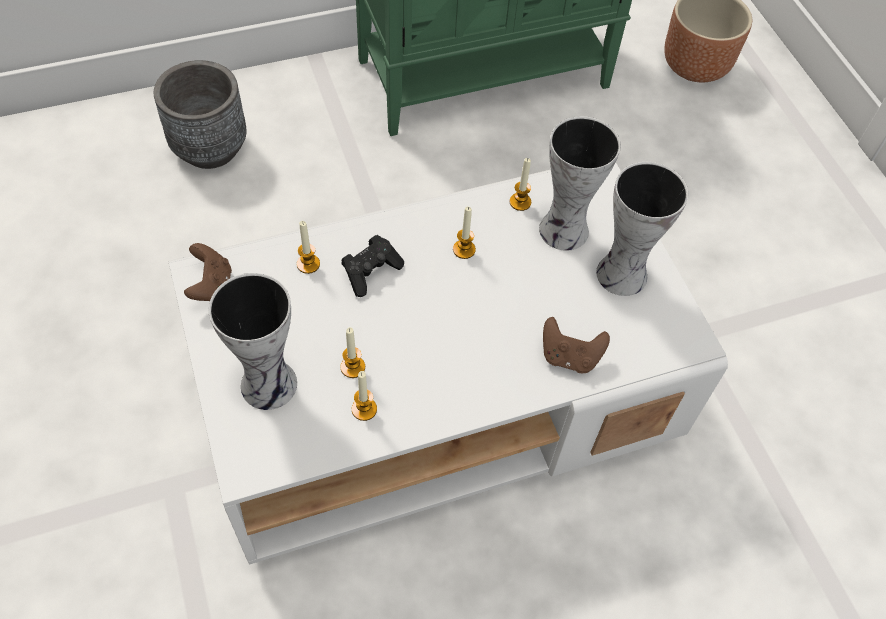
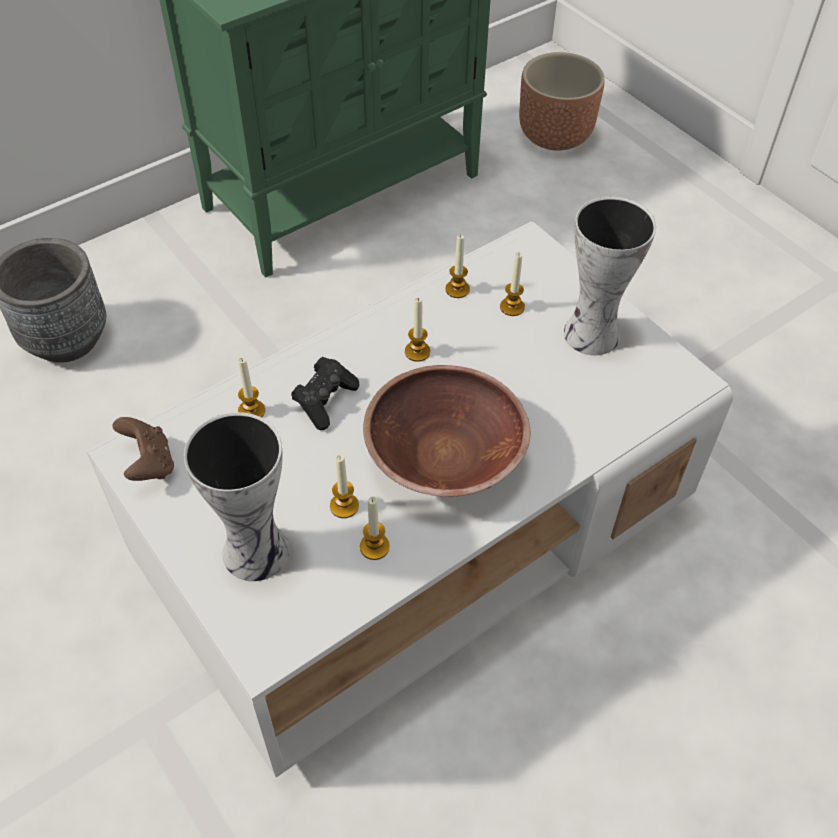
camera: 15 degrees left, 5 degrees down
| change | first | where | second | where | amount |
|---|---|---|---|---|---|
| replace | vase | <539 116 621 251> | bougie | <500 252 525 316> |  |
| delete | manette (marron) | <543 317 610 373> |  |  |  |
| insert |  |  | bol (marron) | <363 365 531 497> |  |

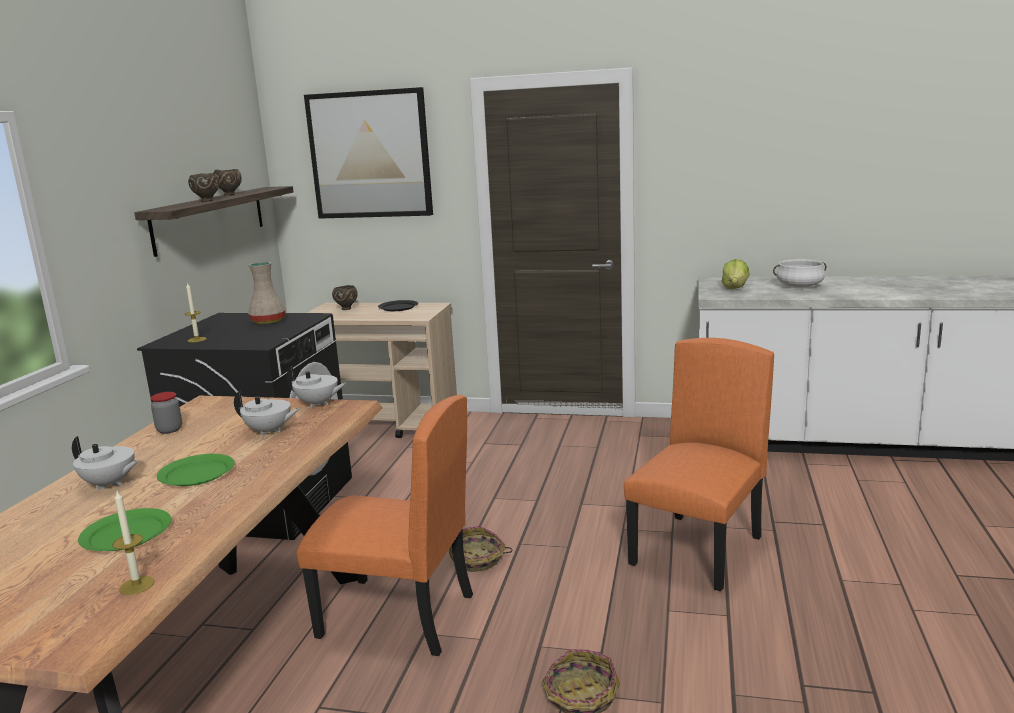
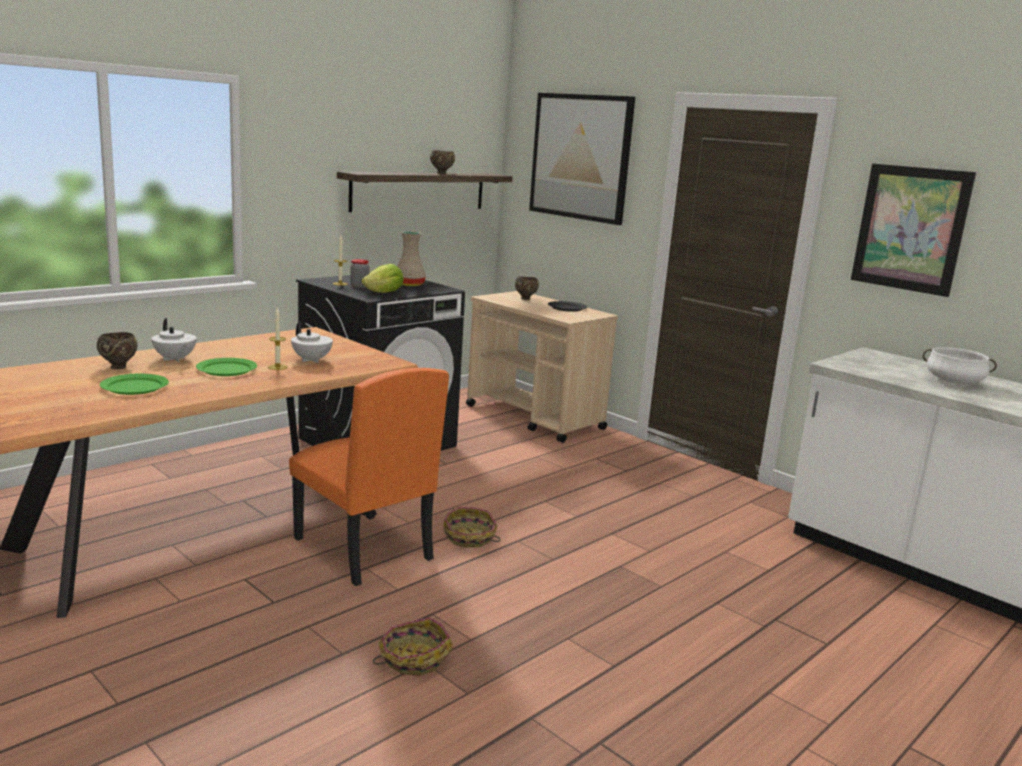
camera: 30 degrees right, 0 degrees up
| change | first | where | second | where | amount |
|---|---|---|---|---|---|
| move | bougie | <112 491 155 595> |  | <268 307 288 370> |  |
| move | bocal | <150 392 182 434> |  | <350 259 369 288> |  |
| move | bol (marron) | <188 173 220 202> |  | <97 332 138 369> |  |
| delete | théière (blanc) | <286 366 347 408> |  |  |  |
| delete | chaise (orange) | <624 338 774 591> |  |  |  |
| move | laitue | <721 259 750 289> |  | <362 264 404 293> |  |
| insert |  |  | tableau | <851 164 976 297> |  |

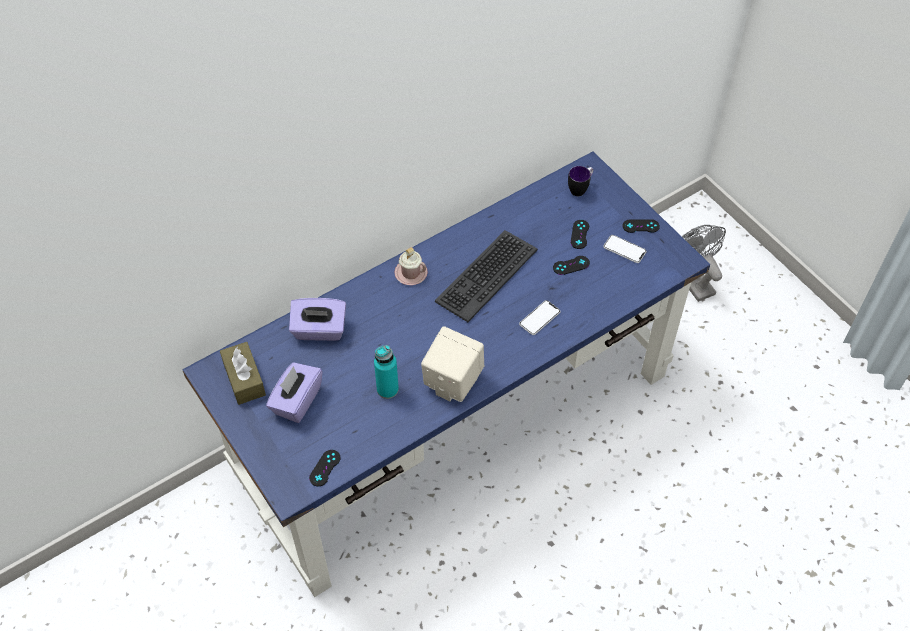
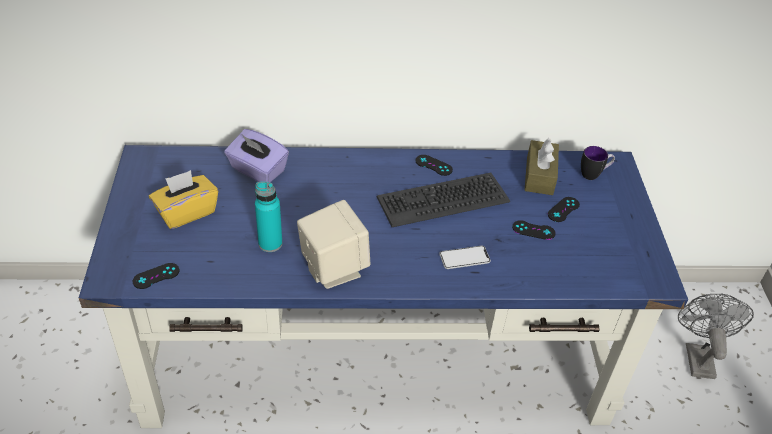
camera: 30 degrees right, 10 degrees down
| change | first | where | second | where | amount |
|---|---|---|---|---|---|
| move | boîte à mouchoirs (marron) | <220 342 266 405> |  | <524 138 559 195> |  |
| recolor | boîte à mouchoirs (violet) | <266 362 323 423> | boîte à mouchoirs (jaune) | <149 170 218 229> |  |
| delete | mug (rose) | <395 247 428 285> |  |  |  |
| delete | téléphone | <603 235 647 263> |  |  |  |
| move | manette (noir) | <622 219 660 233> |  | <415 155 453 176> |  |

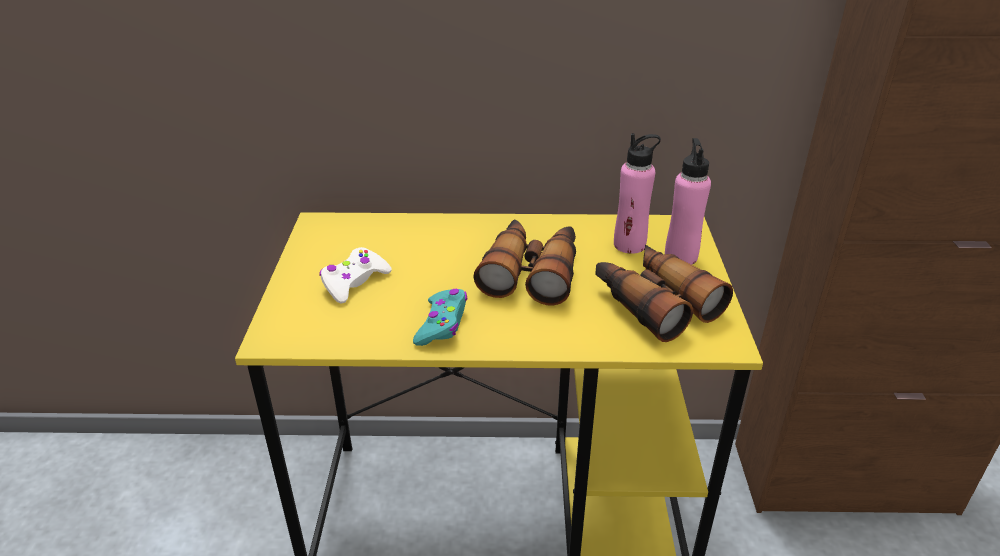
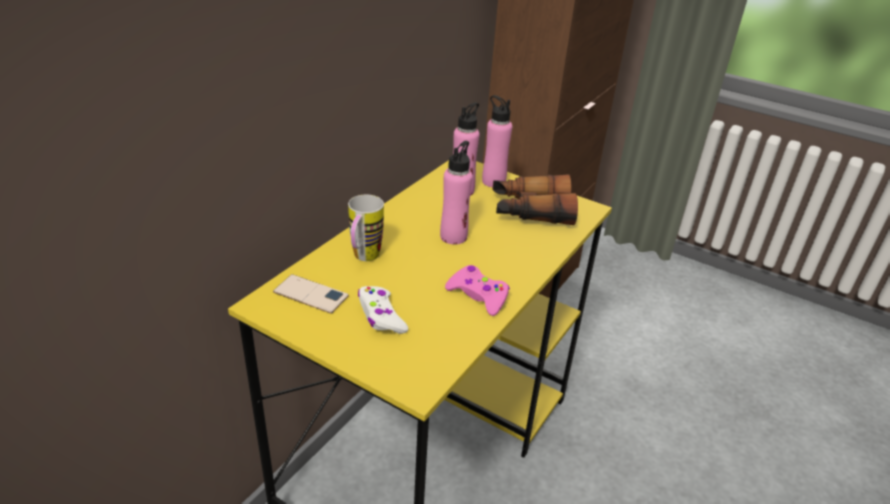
camera: 60 degrees left, 0 degrees up
| change | first | where | second | where | amount |
|---|---|---|---|---|---|
| recolor | manette (turquoise) | <413 289 467 346> | manette (rose) | <445 265 510 316> |  |
| replace | jumelles | <473 219 576 305> | bouteille (rose) | <440 141 473 244> |  |
| insert |  |  | téléphone | <273 274 349 313> |  |
| insert |  |  | mug | <348 195 384 261> |  |

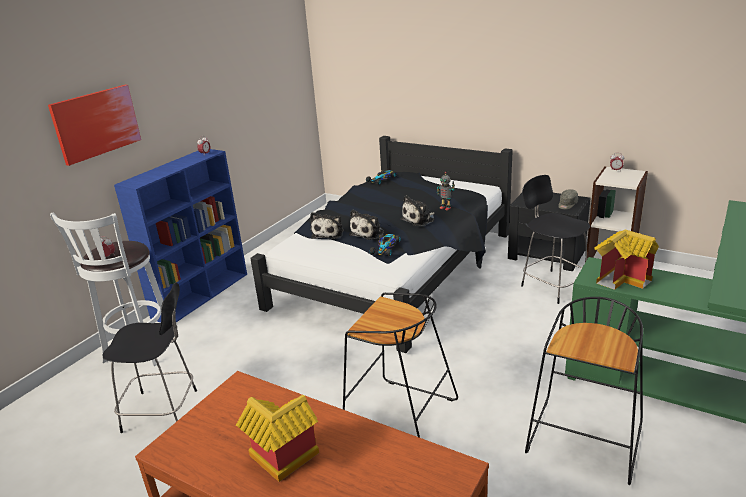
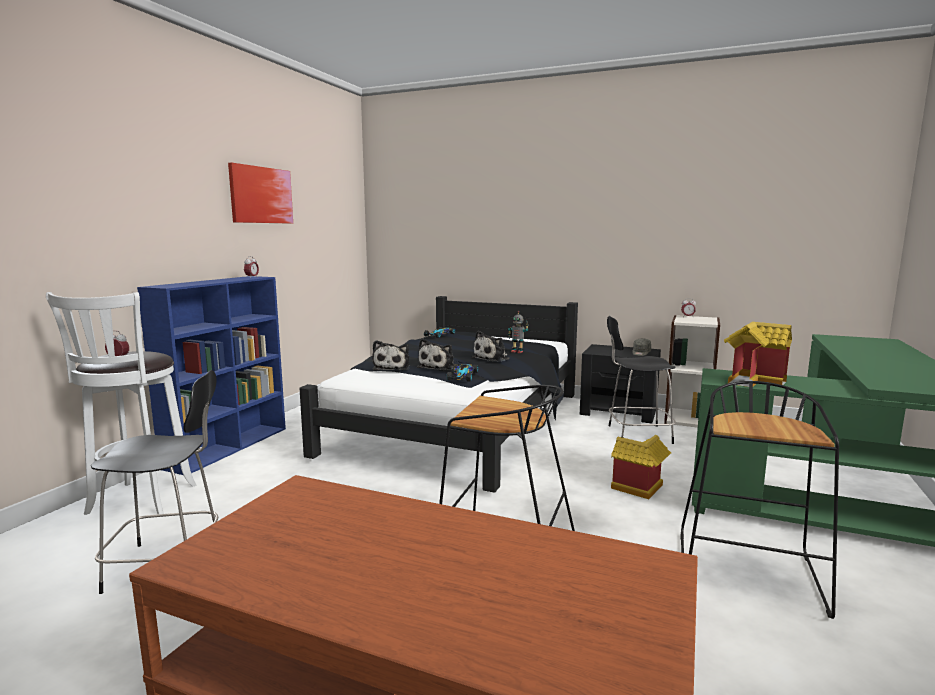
camera: 10 degrees left, 15 degrees down
| change | first | where | second | where | amount |
|---|---|---|---|---|---|
| move | tableau | <48 85 141 166> |  | <228 162 293 224> |  |
| move | maison miniature | <236 395 319 482> |  | <611 435 671 499> |  |
| rotate | chaise (noir) | <521 175 590 304> |  | <607 316 676 444> | 45 degrees counterclockwise |

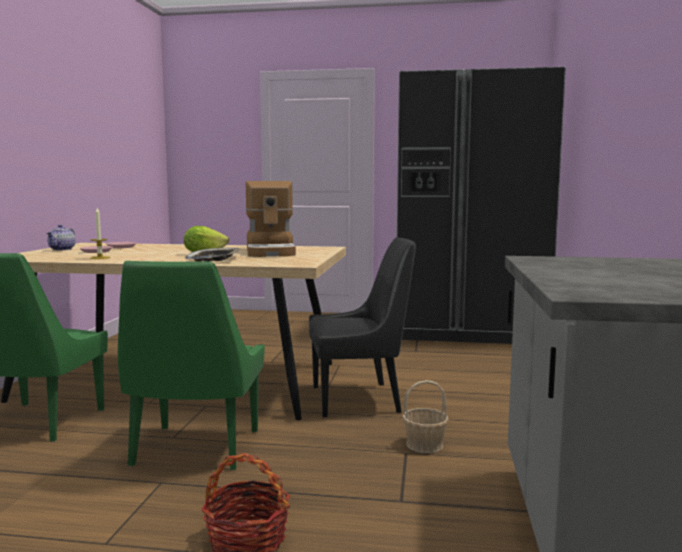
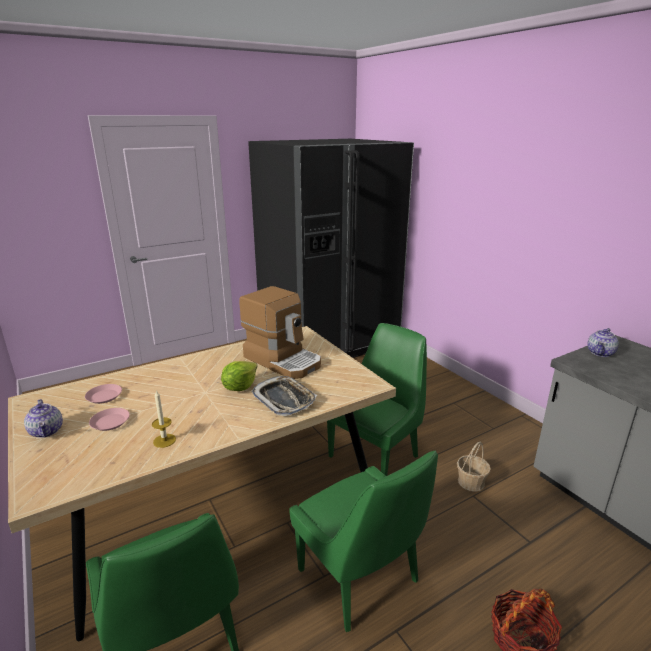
camera: 40 degrees left, 15 degrees up
| change | first | where | second | where | amount |
|---|---|---|---|---|---|
| recolor | chaise (noir) | <309 237 416 417> | chaise (vert) | <327 323 427 476> |  |
| insert |  |  | théière | <587 328 619 357> |  |

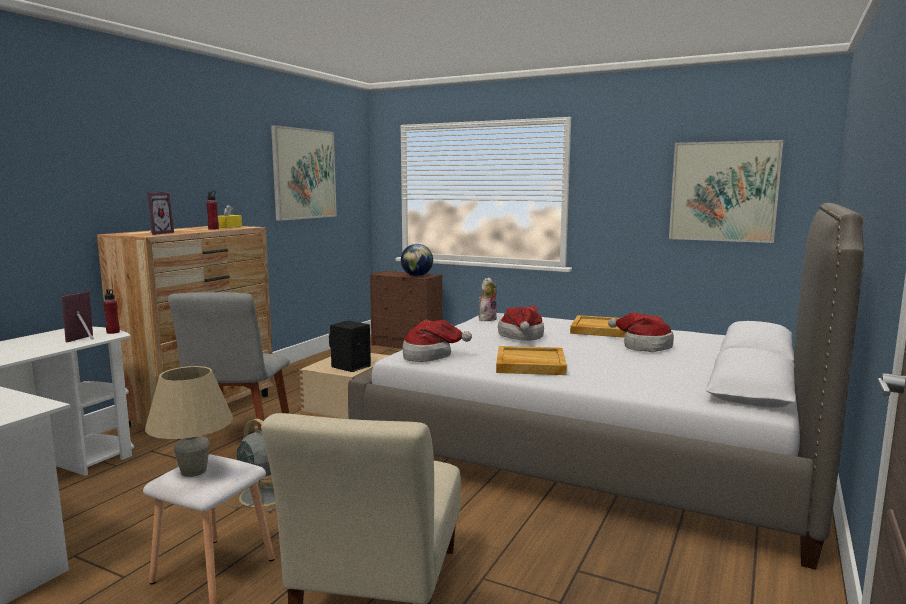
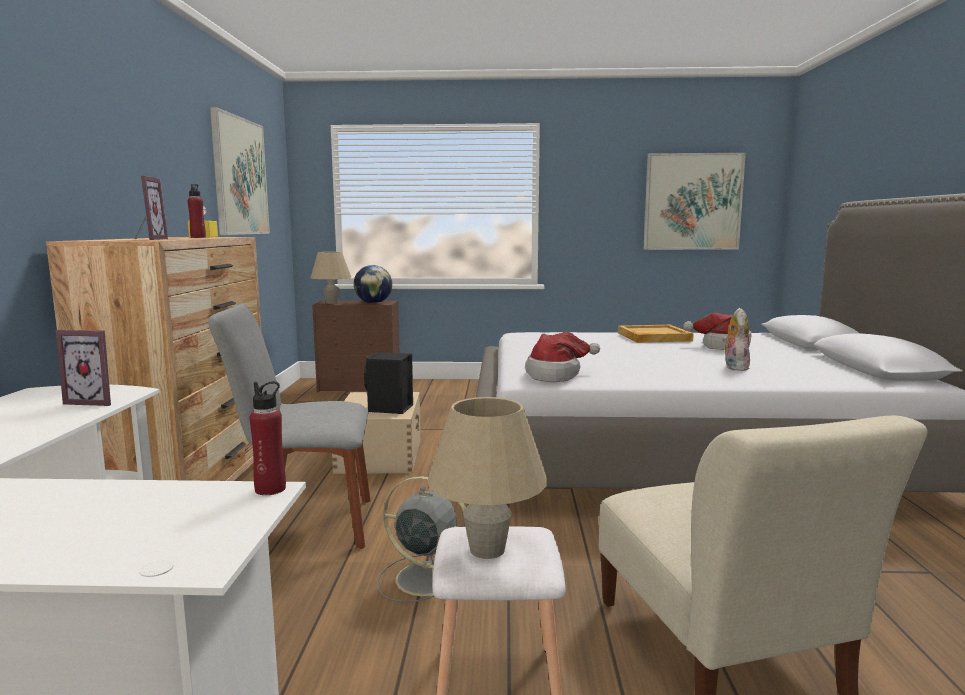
camera: 25 degrees left, 0 degrees up
| change | first | where | second | where | amount |
|---|---|---|---|---|---|
| rotate | cadre photo | <62 291 94 342> |  | <56 330 111 406> | 75 degrees counterclockwise |
| move | bouteille (rouge) | <103 289 120 334> |  | <250 381 286 495> |  |
| rotate | chaise (gris) | <168 292 290 431> |  | <208 304 371 549> | 105 degrees clockwise |
| move | peluche | <479 277 497 321> |  | <722 308 750 371> |  |
| delete | plateau (beige) | <496 346 567 375> |  |  |  |
| delete | chapeau | <498 306 544 341> |  |  |  |
| insert |  |  | lampe de table (beige) | <311 252 351 304> |  |

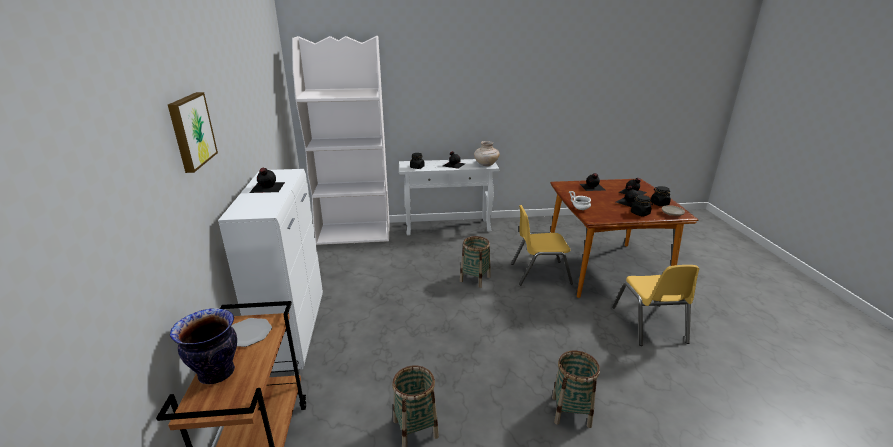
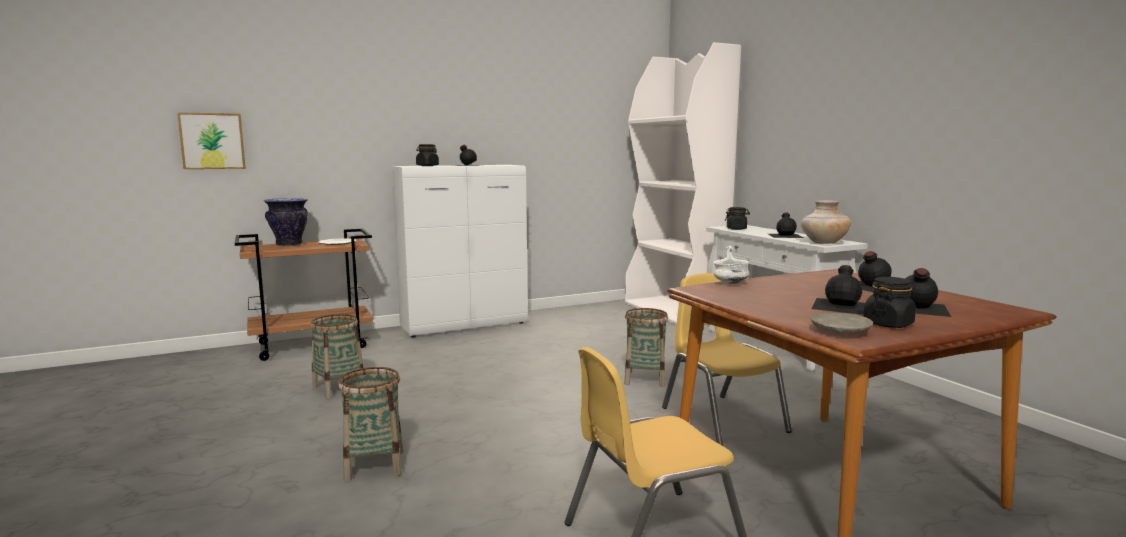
camera: 70 degrees right, 15 degrees down
| change | first | where | second | where | amount |
|---|---|---|---|---|---|
| move | tableau | <168 92 218 173> |  | <177 112 246 169> |  |
| move | bocal (noir) | <631 195 653 216> |  | <416 144 439 166> |  |

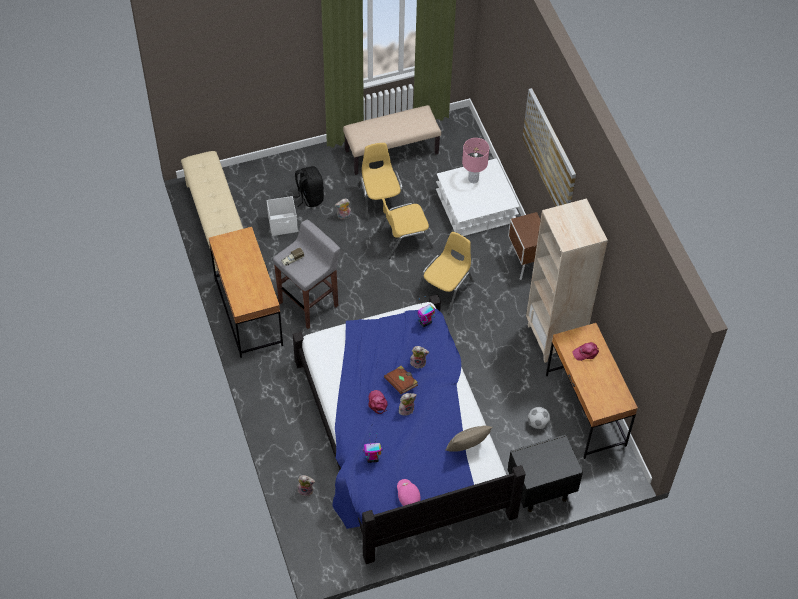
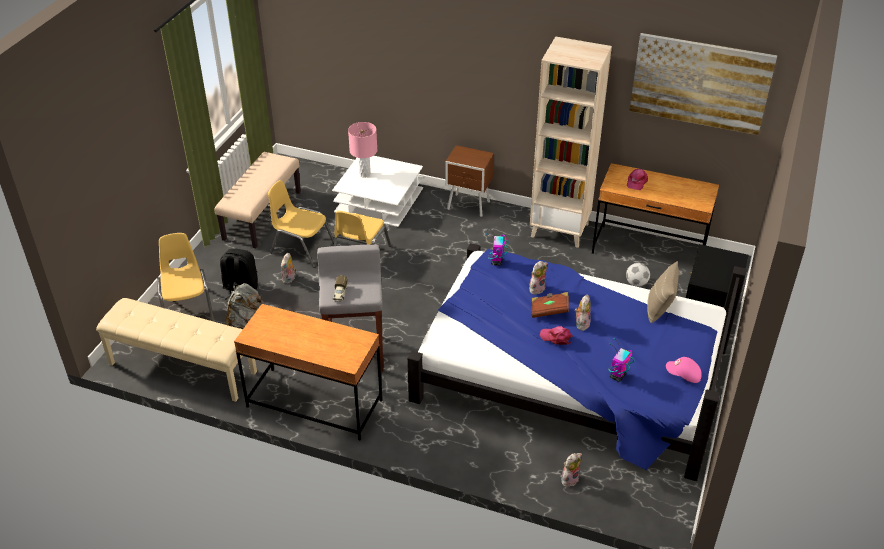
camera: 50 degrees left, 15 degrees down
| change | first | where | second | where | amount |
|---|---|---|---|---|---|
| replace | boîte de rangement (blanc) | <267 196 298 236> | sac à dos (gris) | <225 282 265 329> |  |
| move | chaise (jaune) | <417 232 474 314> |  | <157 233 215 322> |  |
| move | tableau | <522 88 576 206> |  | <629 33 777 135> |  |

